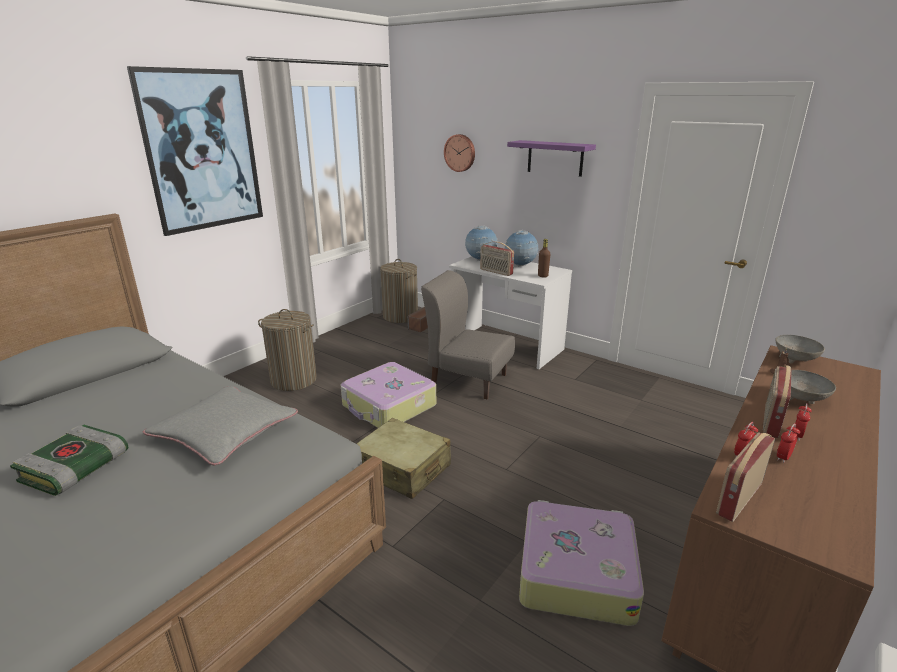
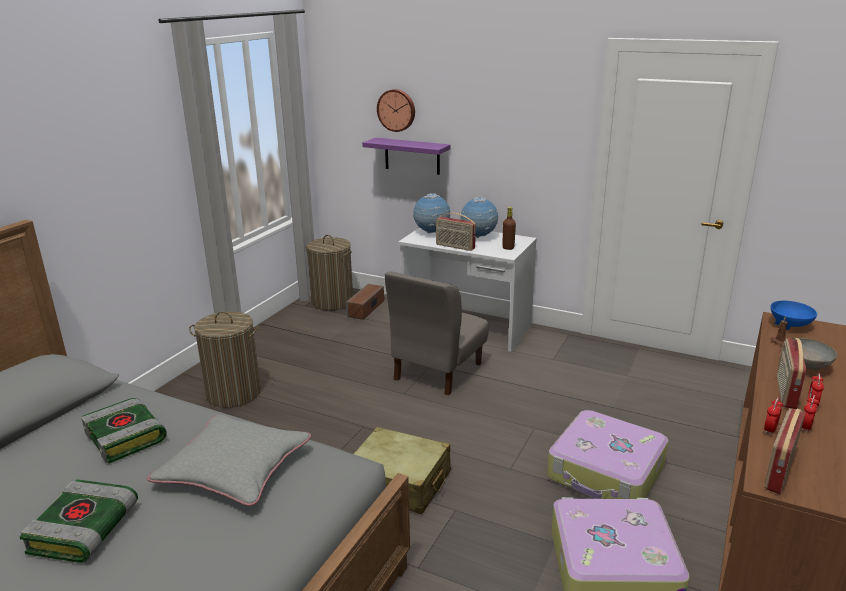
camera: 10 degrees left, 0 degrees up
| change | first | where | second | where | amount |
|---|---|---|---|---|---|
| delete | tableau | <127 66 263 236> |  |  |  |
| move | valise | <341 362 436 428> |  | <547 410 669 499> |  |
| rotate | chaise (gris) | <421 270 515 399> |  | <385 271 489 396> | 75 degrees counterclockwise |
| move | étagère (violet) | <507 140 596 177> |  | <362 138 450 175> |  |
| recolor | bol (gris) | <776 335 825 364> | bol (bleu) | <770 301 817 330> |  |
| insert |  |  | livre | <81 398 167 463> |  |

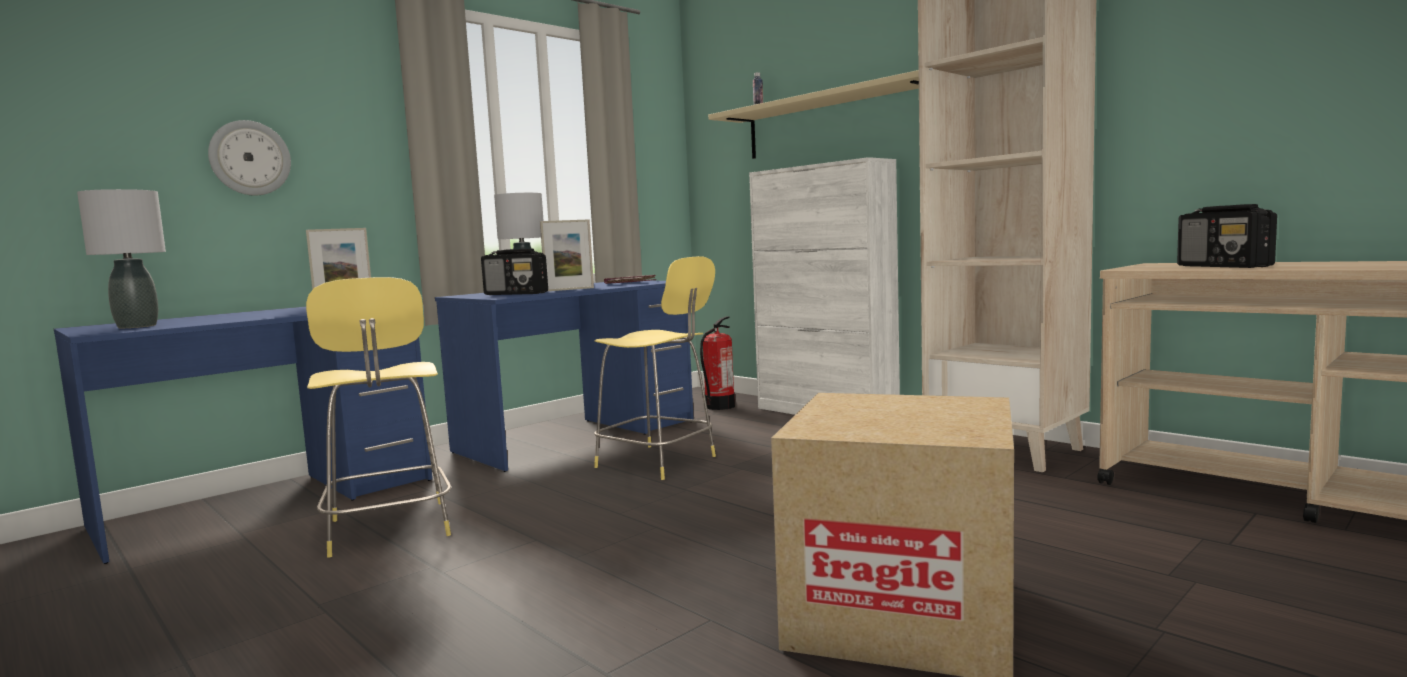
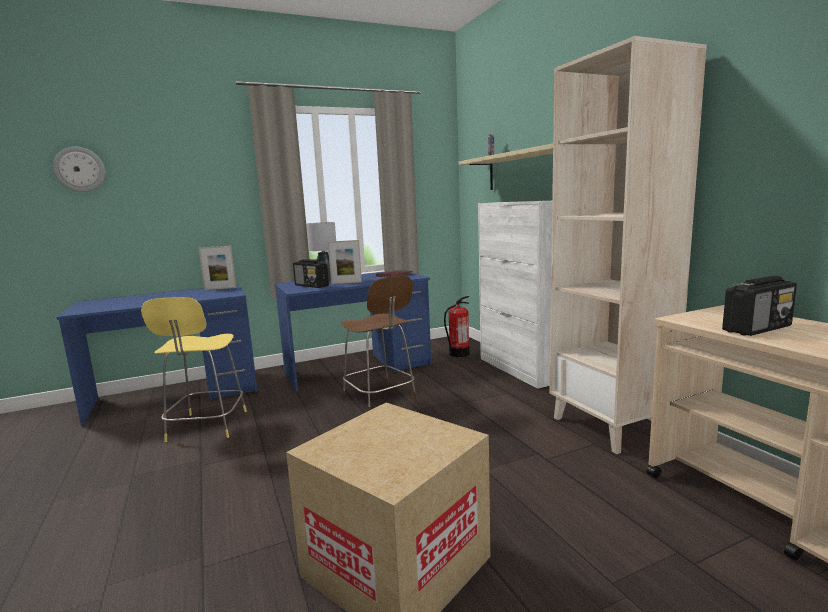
camera: 20 degrees right, 5 degrees up
| change | first | where | second | where | amount |
|---|---|---|---|---|---|
| delete | lampe de table (gris) | <77 189 166 328> |  |  |  |
| move | horloge murale | <208 120 291 196> |  | <53 147 105 192> |  |
| recolor | tabouret (jaune) | <594 256 716 480> | tabouret (marron) | <341 276 417 411> |  |
| rotate | radio | <1177 204 1277 268> |  | <722 276 797 336> | 120 degrees counterclockwise |

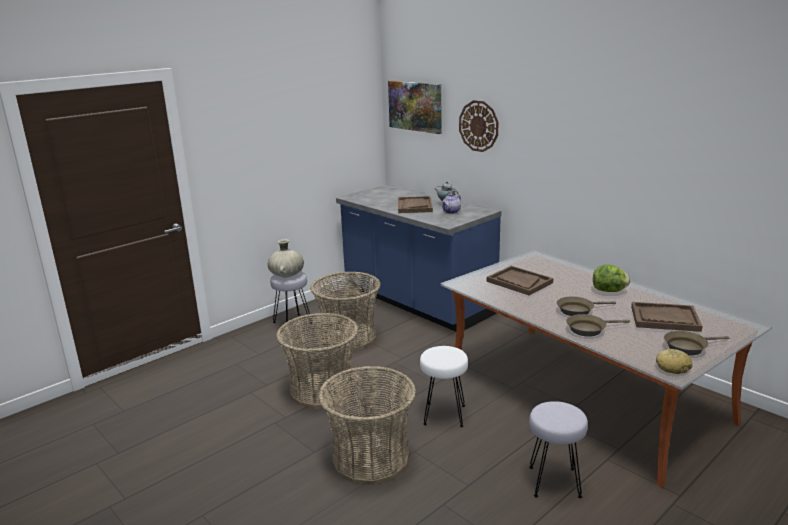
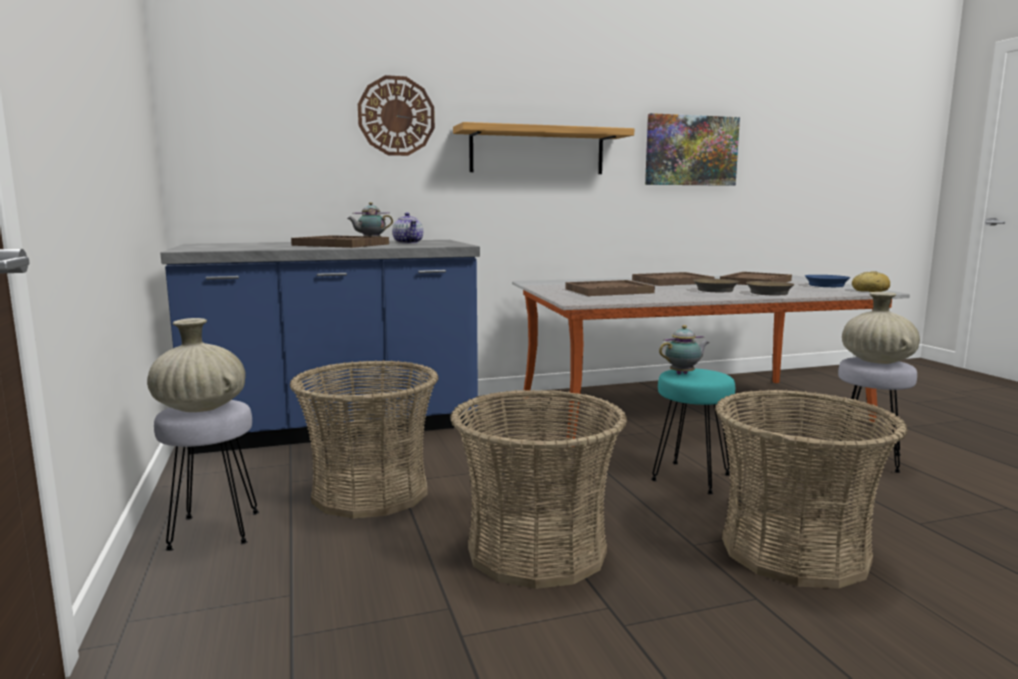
camera: 65 degrees left, 10 degrees down
| change | first | where | second | where | amount |
|---|---|---|---|---|---|
| move | tableau | <388 81 442 134> |  | <645 113 740 186> |  |
| recolor | tabouret (blanc) | <420 346 468 427> | tabouret (turquoise) | <651 369 735 494> |  |
| replace | laitue | <593 264 630 292> | plateau (marron) | <632 272 715 286> |  |
| recolor | poêle (marron) | <664 331 729 355> | poêle (bleu) | <805 275 850 287> |  |
| insert |  |  | étagère | <453 122 634 174> |  |
| insert |  |  | théière | <659 325 709 375> |  |
| insert |  |  | vase (beige) | <842 292 920 364> |  |

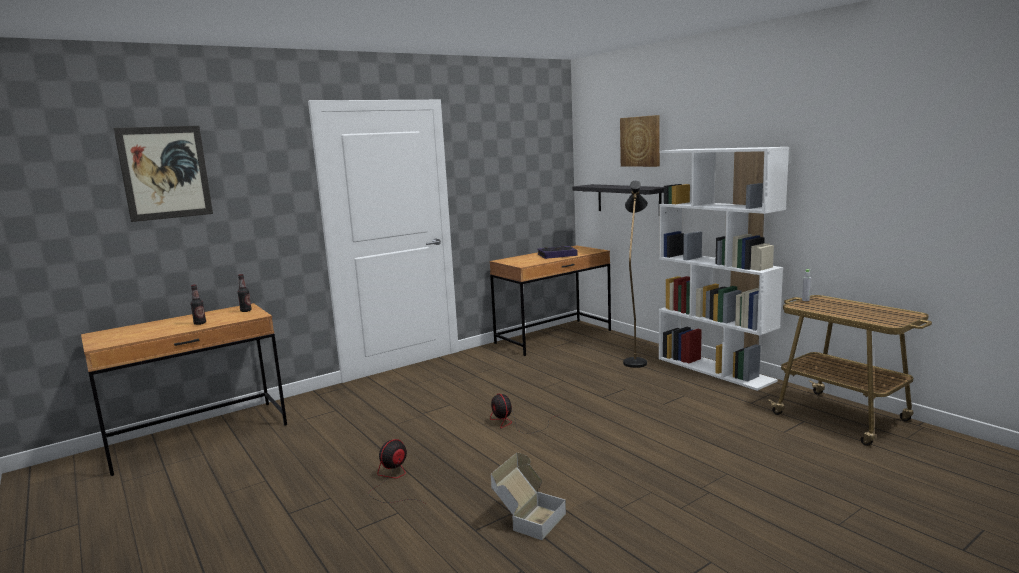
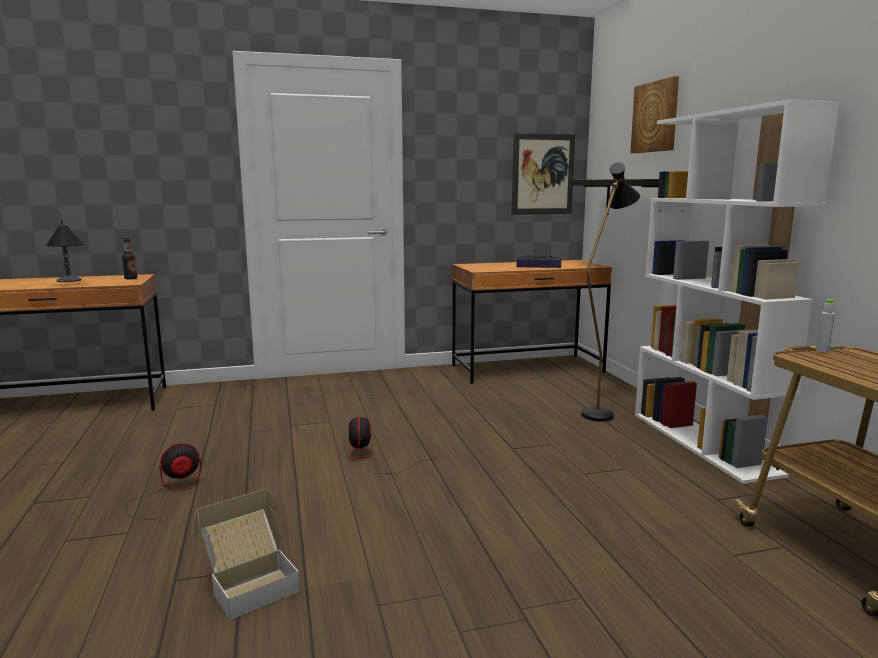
camera: 20 degrees right, 0 degrees up
| change | first | where | second | where | amount |
|---|---|---|---|---|---|
| move | tableau | <114 126 213 222> |  | <512 133 575 215> |  |
| replace | bouteille | <190 284 206 325> | lampe de table | <46 213 84 282> |  |

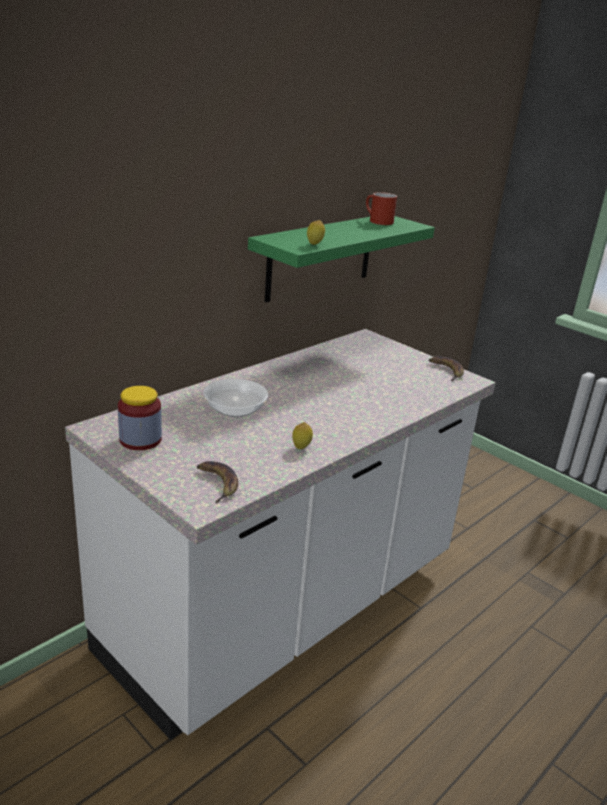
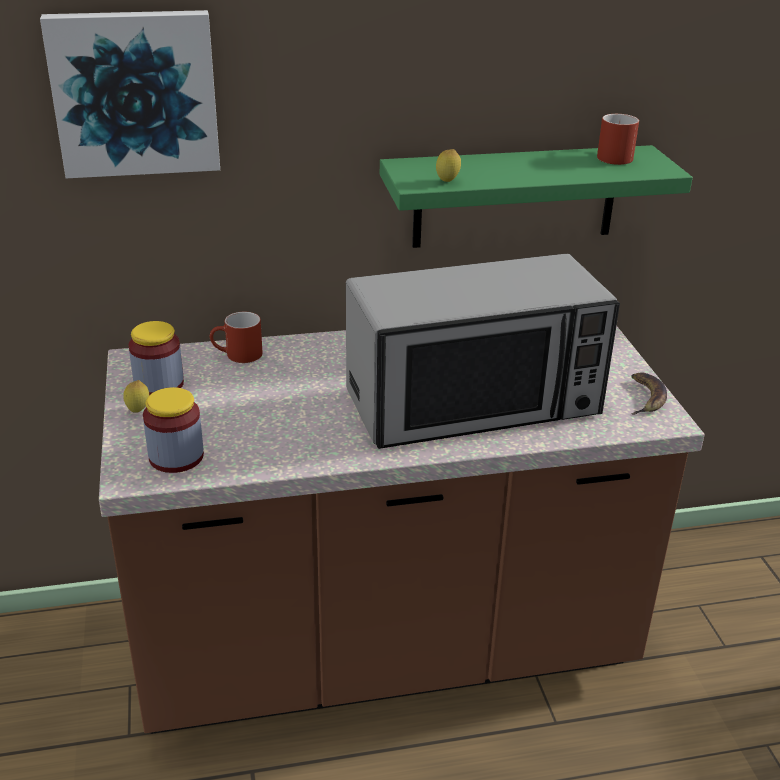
camera: 35 degrees right, 5 degrees up
| change | first | where | second | where | amount |
|---|---|---|---|---|---|
| recolor | comptoir de cuisine (blanc) | <65 329 495 740> | comptoir de cuisine (marron) | <99 326 705 734> |  |
| replace | banane | <197 461 238 503> | bocal | <143 387 204 473> |  |
| delete | bol | <203 379 268 417> |  |  |  |
| move | citron | <292 422 313 449> |  | <123 380 149 413> |  |
| insert |  |  | tableau | <40 10 220 178> |  |
| insert |  |  | mug (rouge) | <210 312 262 363> |  |
| insert |  |  | micro-ondes | <346 254 620 449> |  |

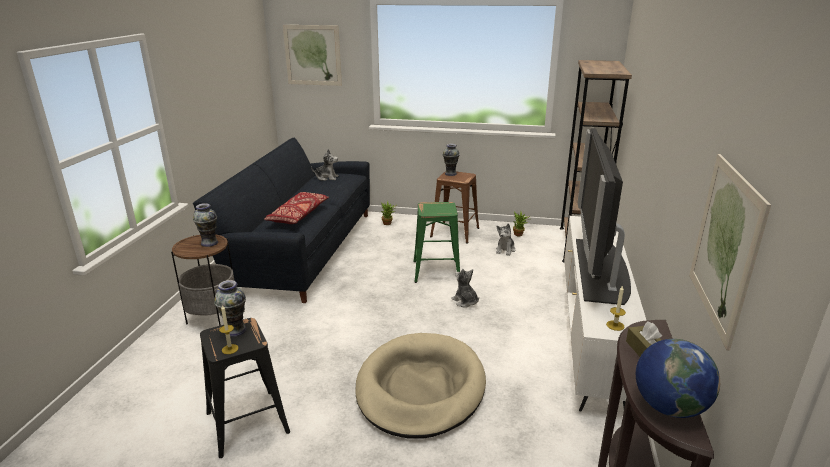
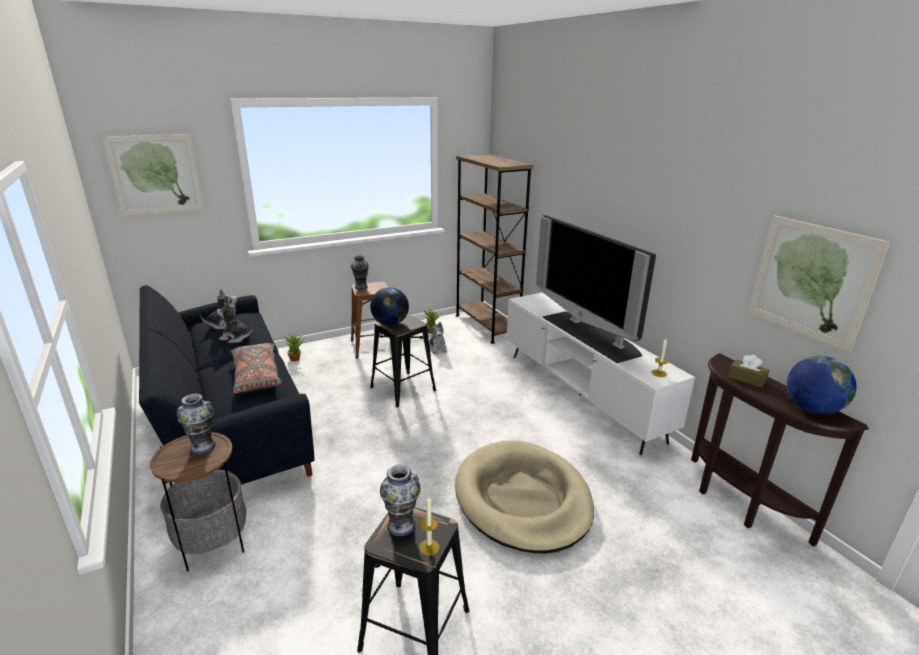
camera: 40 degrees left, 0 degrees up
| change | first | where | second | where | amount |
|---|---|---|---|---|---|
| recolor | coussin (rouge) | <264 192 329 224> | coussin (gris) | <231 343 282 394> |  |
| recolor | tabouret (vert) | <413 202 460 283> | tabouret (noir) | <370 314 436 407> |  |
| move | peluche | <451 269 479 308> |  | <217 302 252 343> |  |
| insert |  |  | globe | <370 287 409 326> |  |

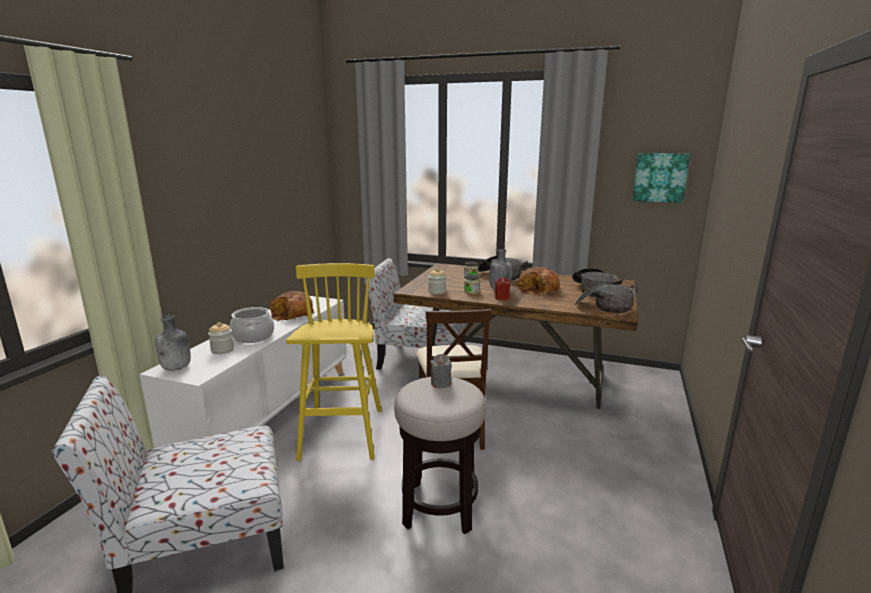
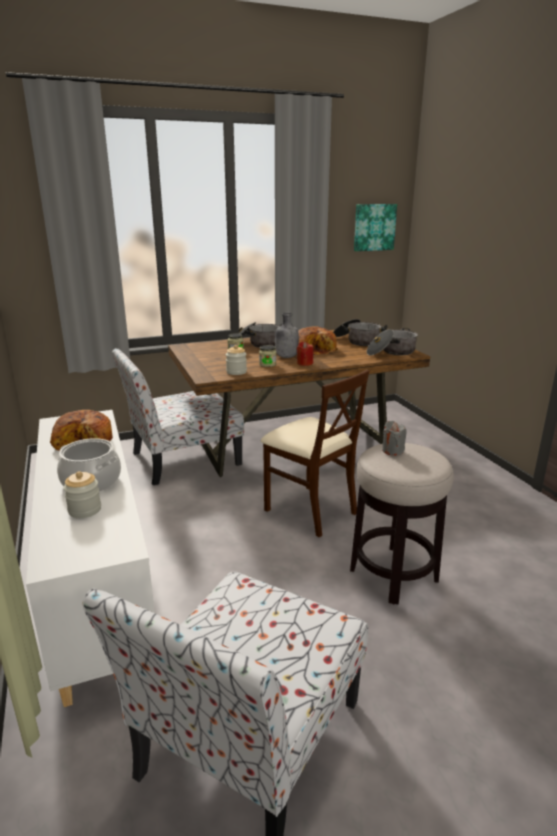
camera: 40 degrees left, 5 degrees up
| change | first | where | second | where | amount |
|---|---|---|---|---|---|
| delete | bouteille (gris) | <155 315 191 371> |  |  |  |
| delete | tabouret (jaune) | <286 263 382 461> |  |  |  |

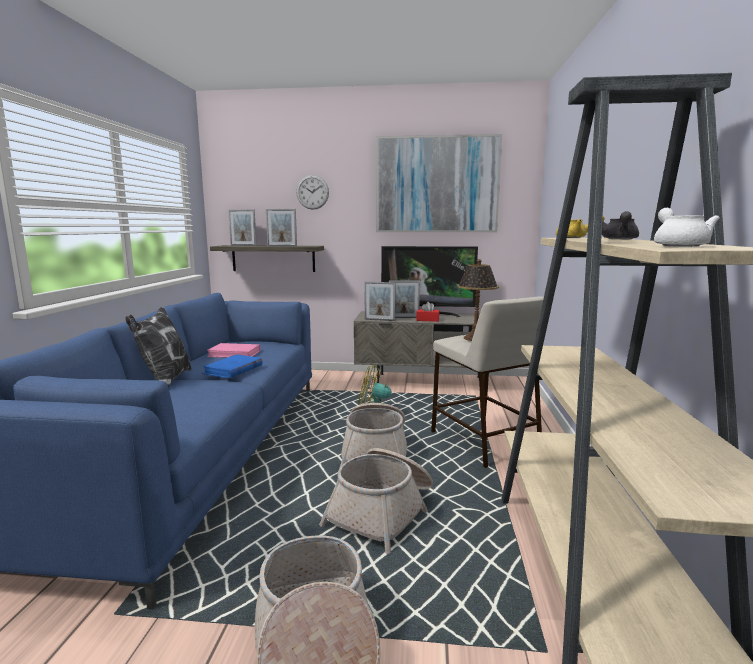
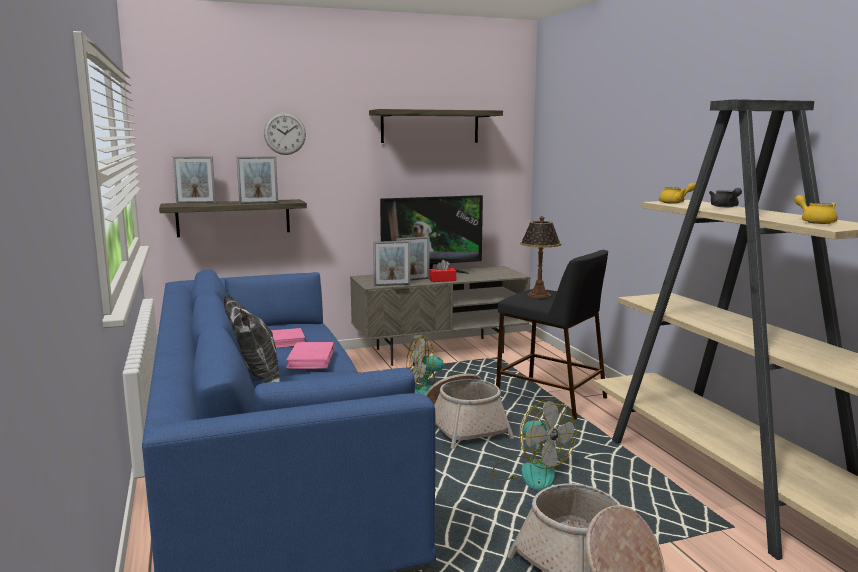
camera: 25 degrees left, 0 degrees up
| change | first | where | second | where | amount |
|---|---|---|---|---|---|
| recolor | livre (bleu) | <202 355 263 378> | livre (rose) | <286 342 335 369> |  |
| replace | panier | <319 448 433 554> | ventilateur | <491 399 577 490> |  |
| replace | tableau | <376 134 502 232> | étagère | <369 109 503 143> |  |
| recolor | tabouret (beige) | <431 296 544 468> | tabouret (noir) | <496 250 608 420> |  |
| recolor | théière (blanc) | <654 208 720 247> | théière (jaune) | <794 195 838 224> |  |

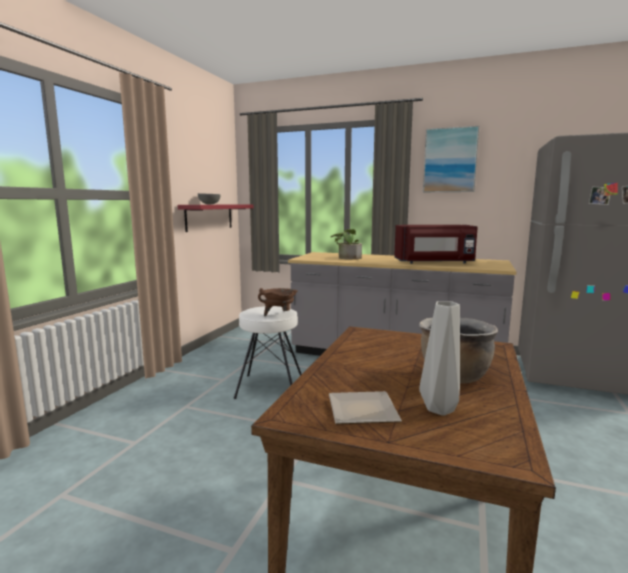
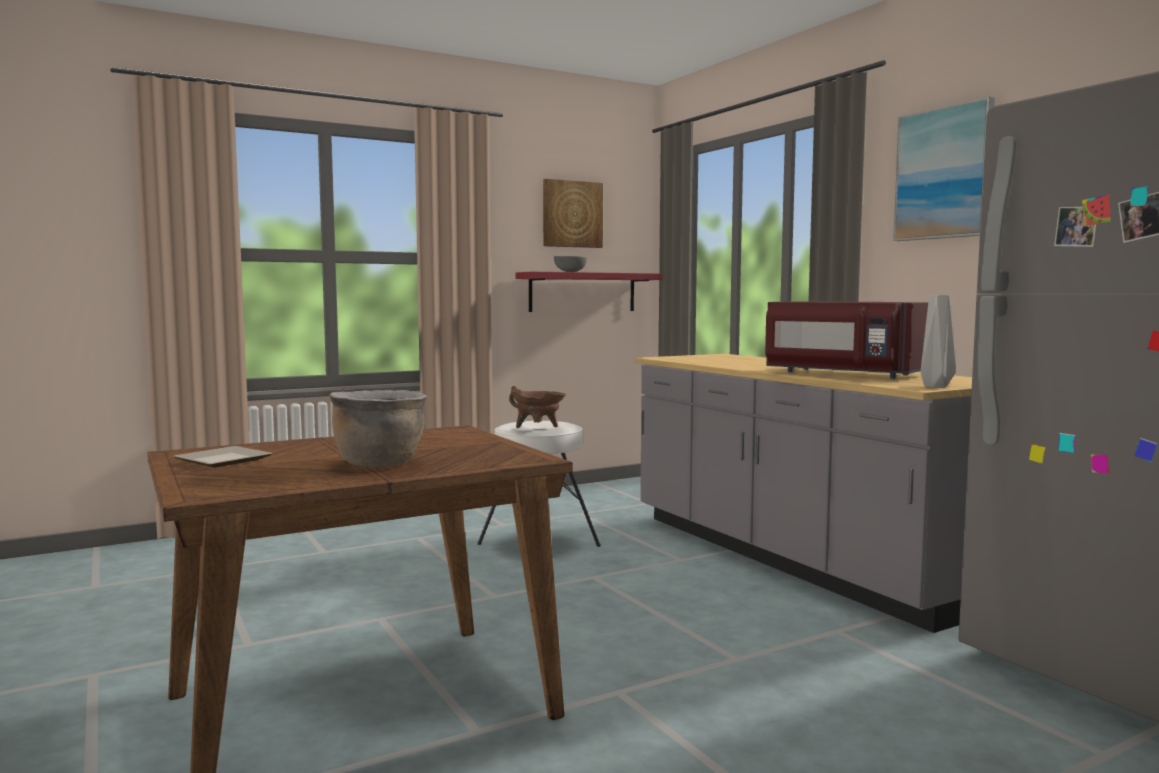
camera: 40 degrees right, 5 degrees down
| change | first | where | second | where | amount |
|---|---|---|---|---|---|
| delete | plante en pot | <330 229 362 260> |  |  |  |
| move | vase (gris) | <419 301 460 416> |  | <921 295 956 388> |  |
| insert |  |  | tableau | <543 179 603 248> |  |

